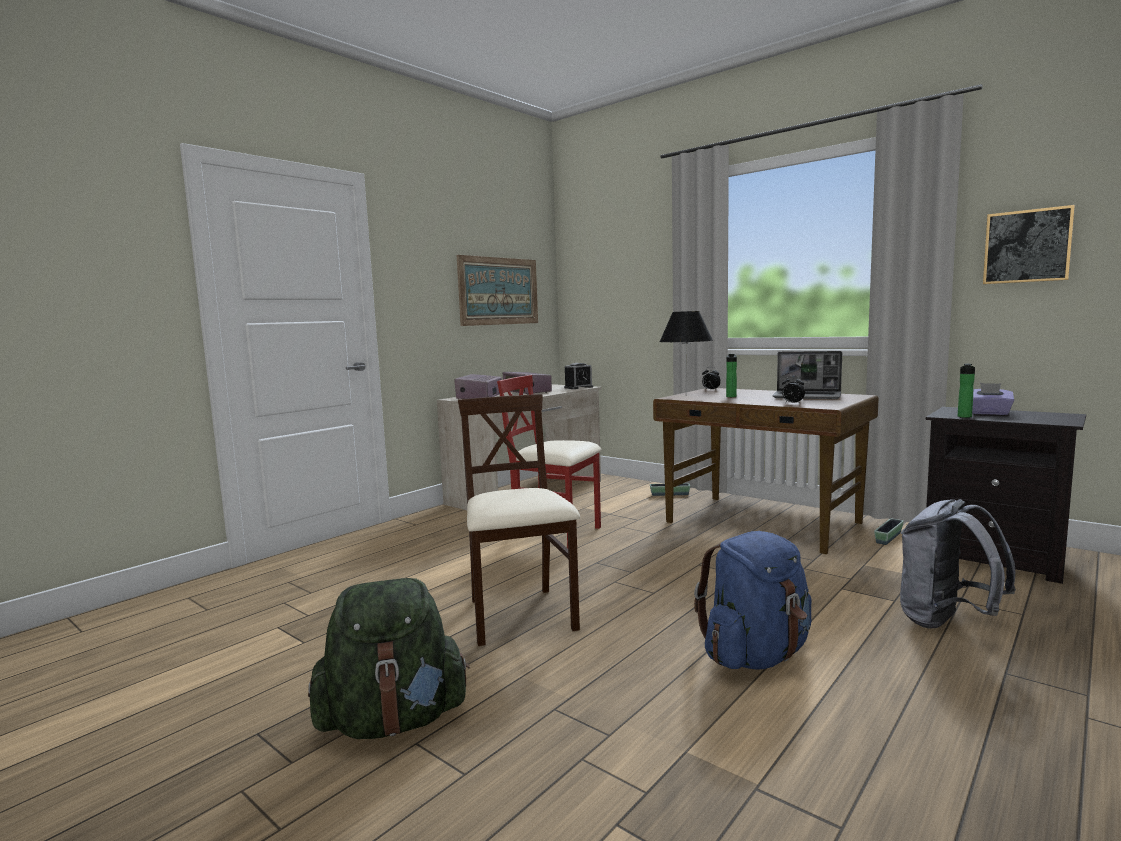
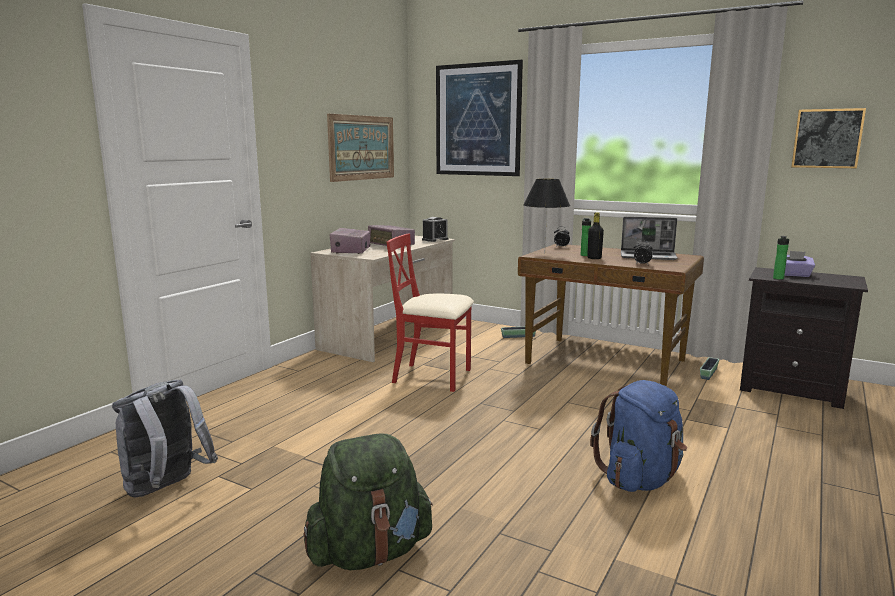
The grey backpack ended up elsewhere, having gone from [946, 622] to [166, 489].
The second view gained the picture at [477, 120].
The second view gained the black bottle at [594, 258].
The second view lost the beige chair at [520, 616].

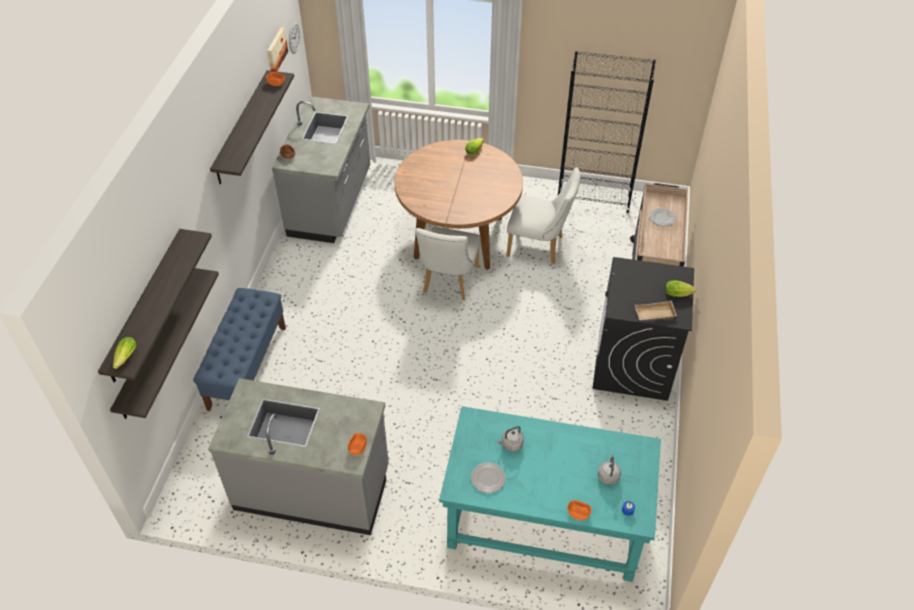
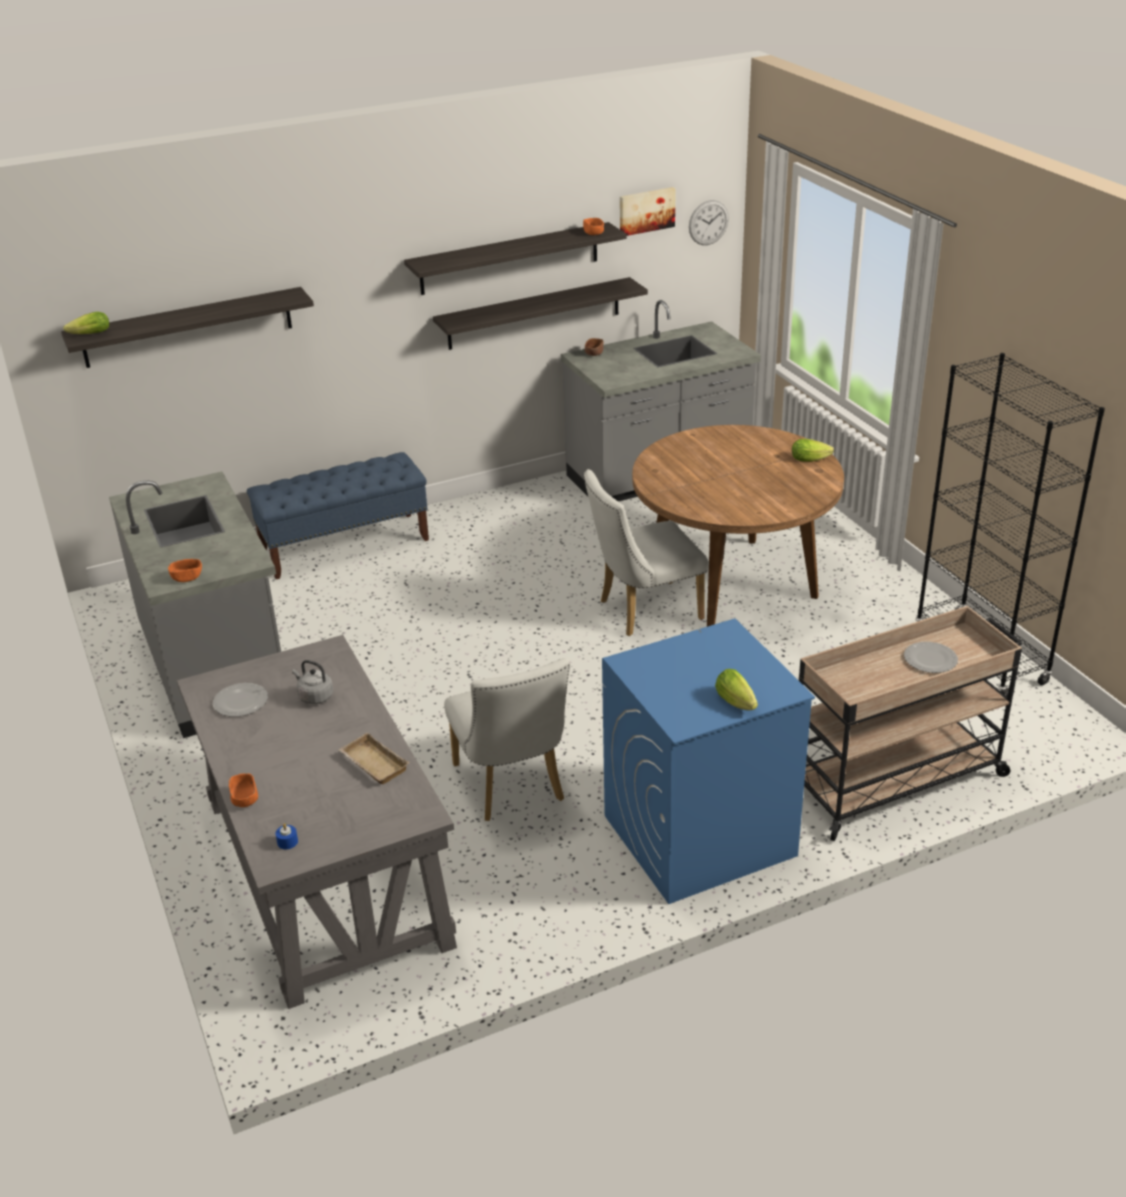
What was the turquoise desk at [545, 520] turned into the grey desk at [325, 872].
The beige tray ended up elsewhere, having gone from [654, 314] to [372, 764].
The shelf ended up elsewhere, having gone from [155, 343] to [534, 313].
The white chair ended up elsewhere, having gone from [539, 247] to [512, 788].
What was the black washing machine at [633, 364] turned into the blue washing machine at [698, 836].
The second view lost the grey kettle at [608, 475].

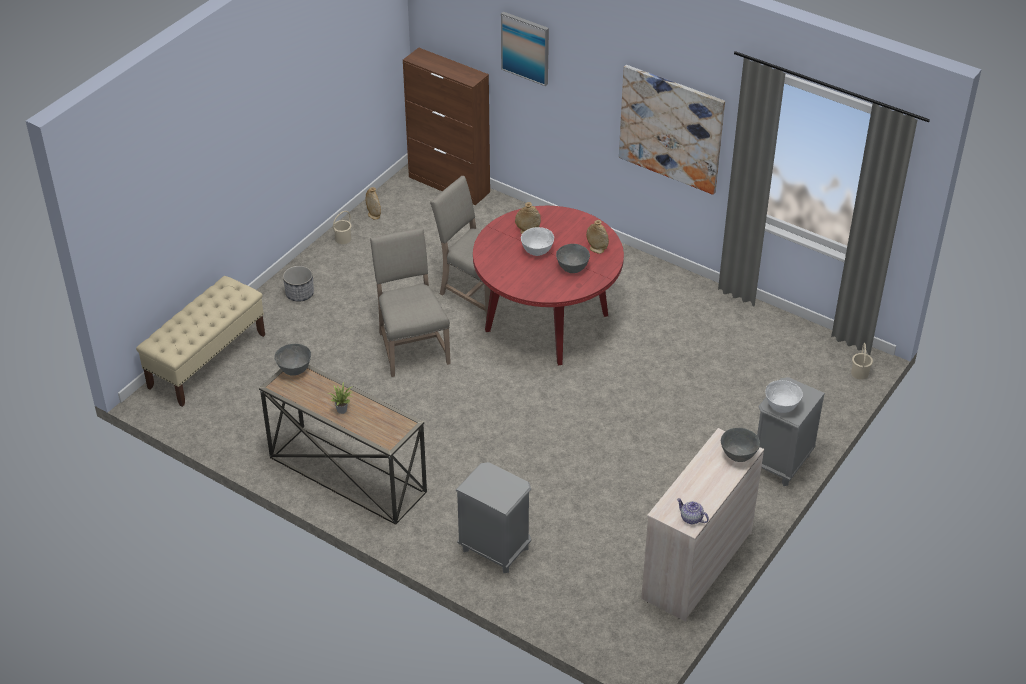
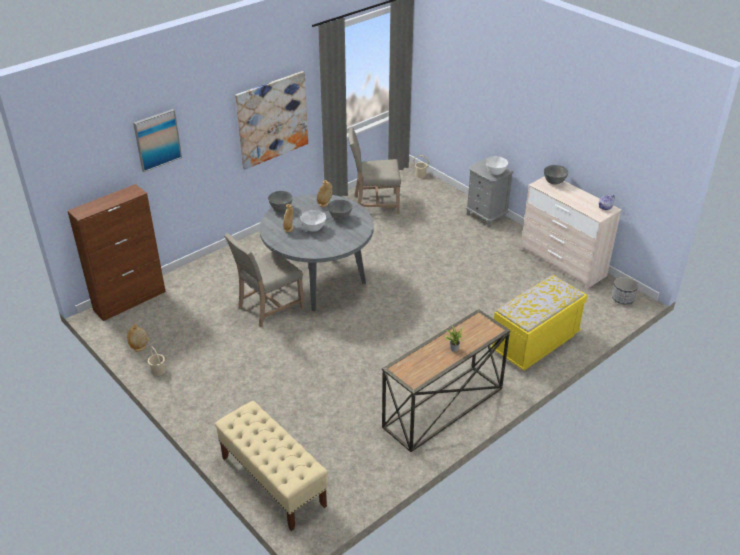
What was the red dining table at [546, 322] turned into the grey dining table at [319, 281].
The grey bowl ended up elsewhere, having gone from [294, 370] to [281, 208].
The beige chair ended up elsewhere, having gone from [411, 346] to [374, 203].
Where the grey nightstand stood at [494, 549], the yellow bench came to stand at [535, 343].
The planter ended up elsewhere, having gone from [299, 294] to [622, 299].

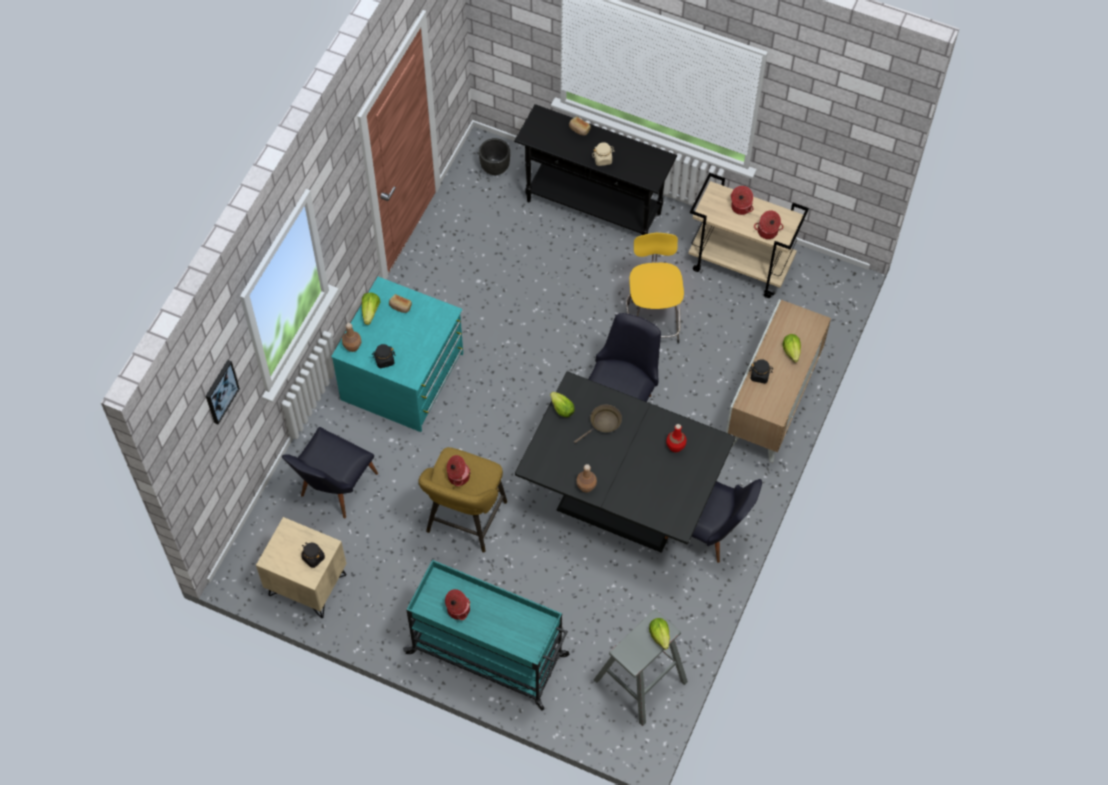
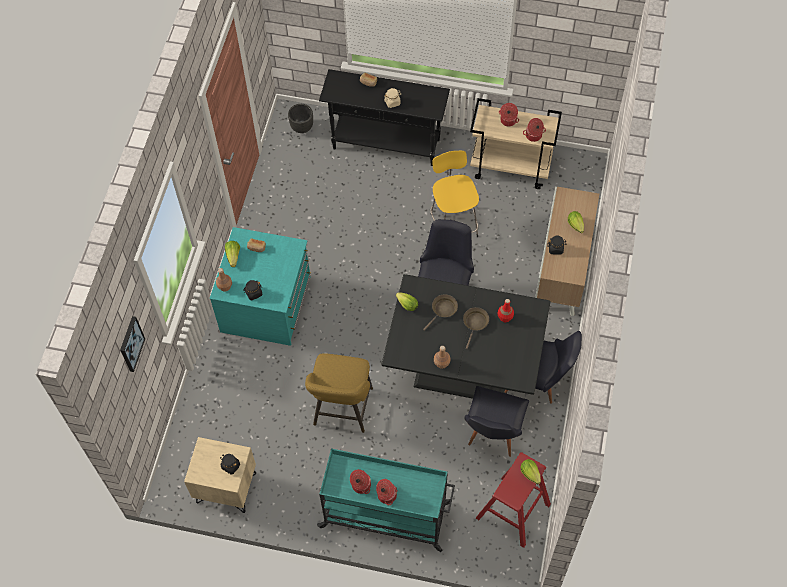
The cooking pot ended up elsewhere, having gone from [458, 476] to [386, 495].
The second view gained the brown frying pan at [475, 323].
The black chair ended up elsewhere, having gone from [333, 489] to [493, 434].
What was the grey stool at [640, 680] turned into the red stool at [513, 511].

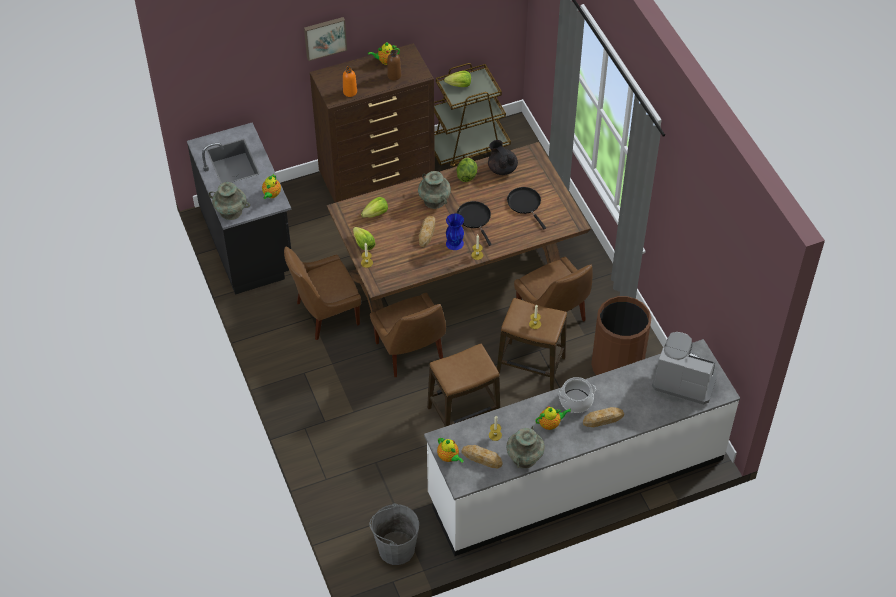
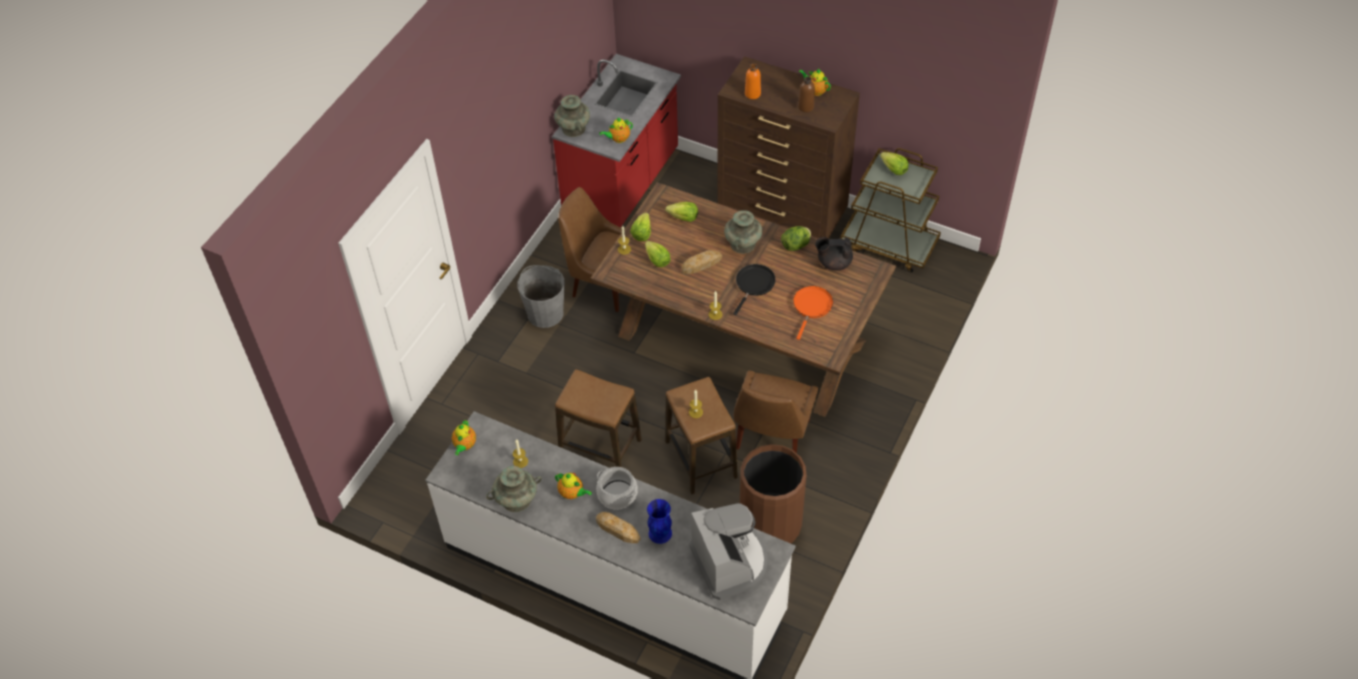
The grey bucket ended up elsewhere, having gone from [396, 548] to [545, 313].
What was the black counter at [248, 242] turned into the red counter at [623, 185].
The second view gained the lettuce at [657, 260].
The blue vase ended up elsewhere, having gone from [454, 243] to [660, 533].
What was the black frying pan at [525, 204] turned into the orange frying pan at [812, 307].
The black teapot at [502, 168] ended up facing another way, 105 degrees counterclockwise from before.
The second view lost the picture at [325, 37].
The second view lost the brown chair at [410, 353].
The second view lost the bread at [482, 458].

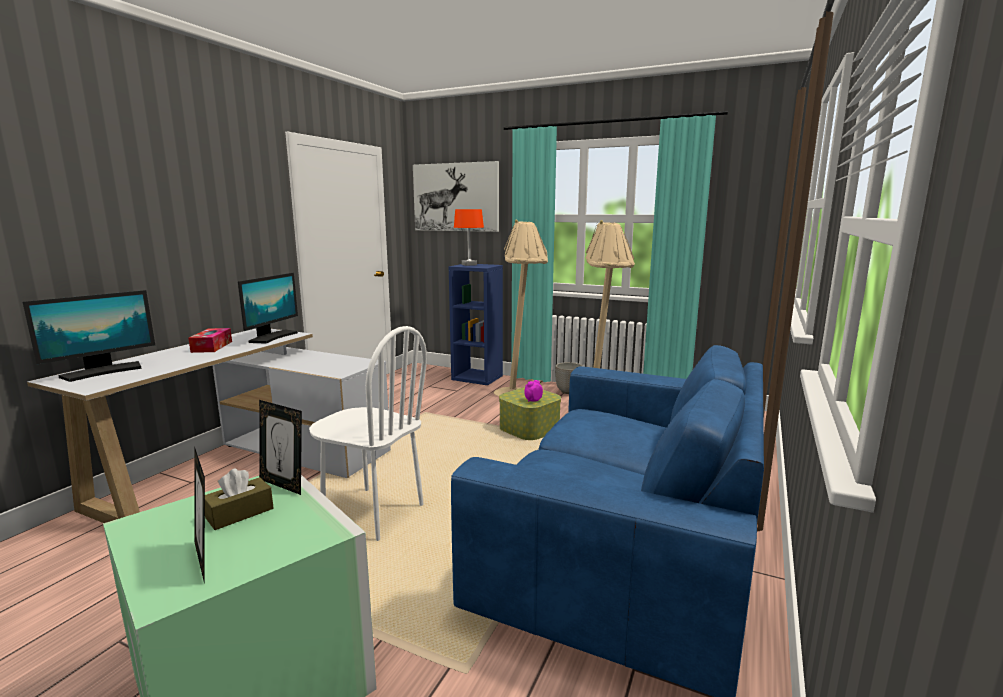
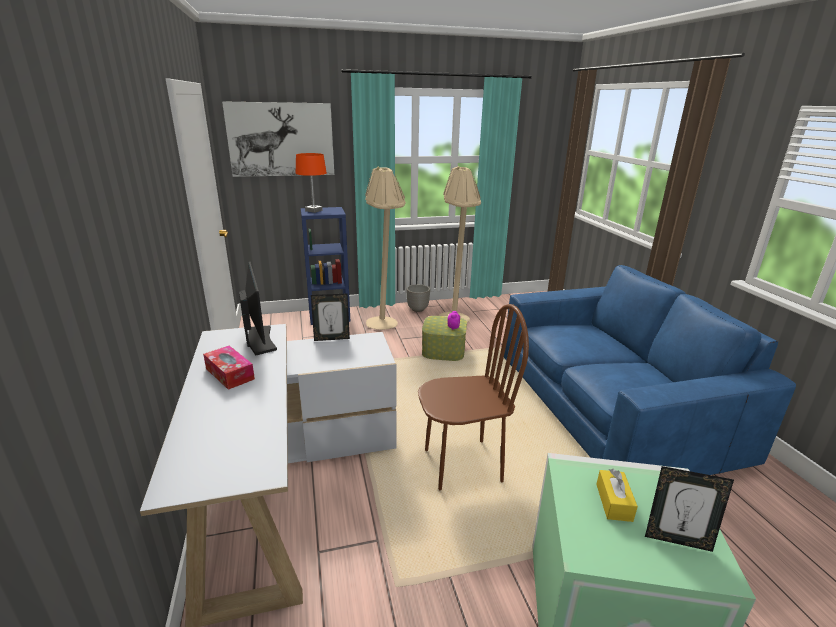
The picture frame ended up elsewhere, having gone from [284, 484] to [332, 338].
What was the white chair at [372, 513] turned into the brown chair at [462, 465].
What was the brown tissue box at [240, 513] turned into the yellow tissue box at [614, 502].
The second view lost the monitor at [102, 372].

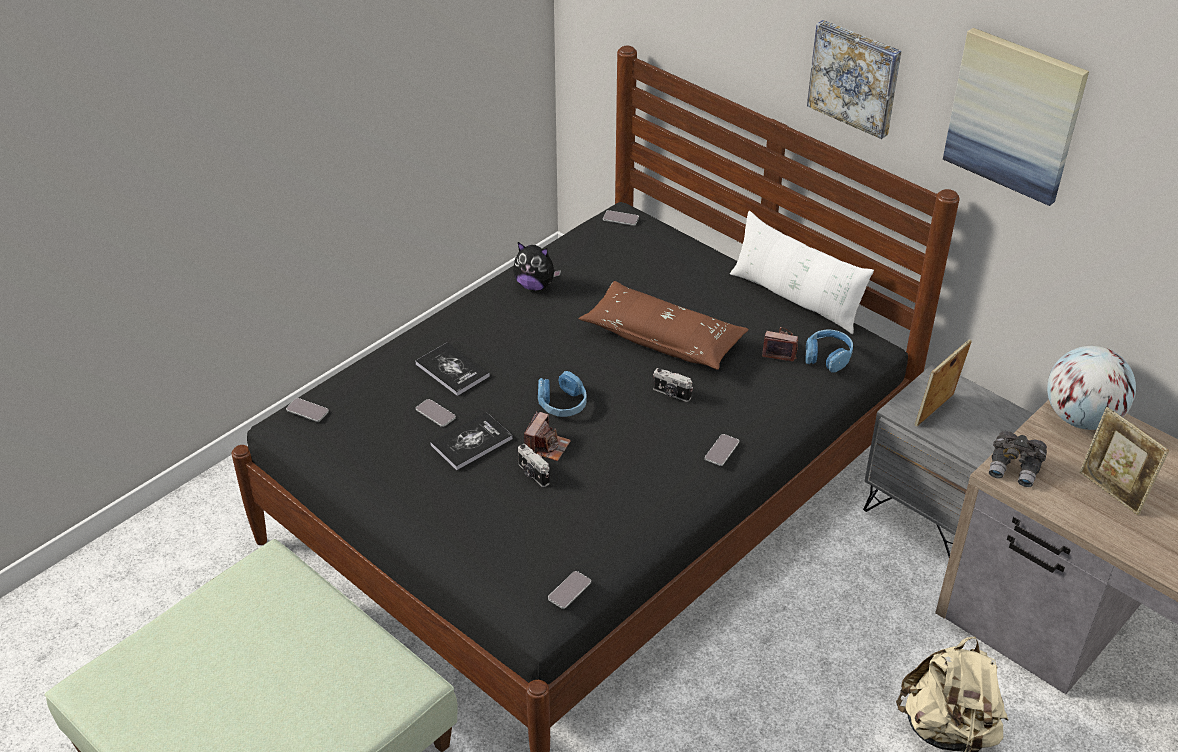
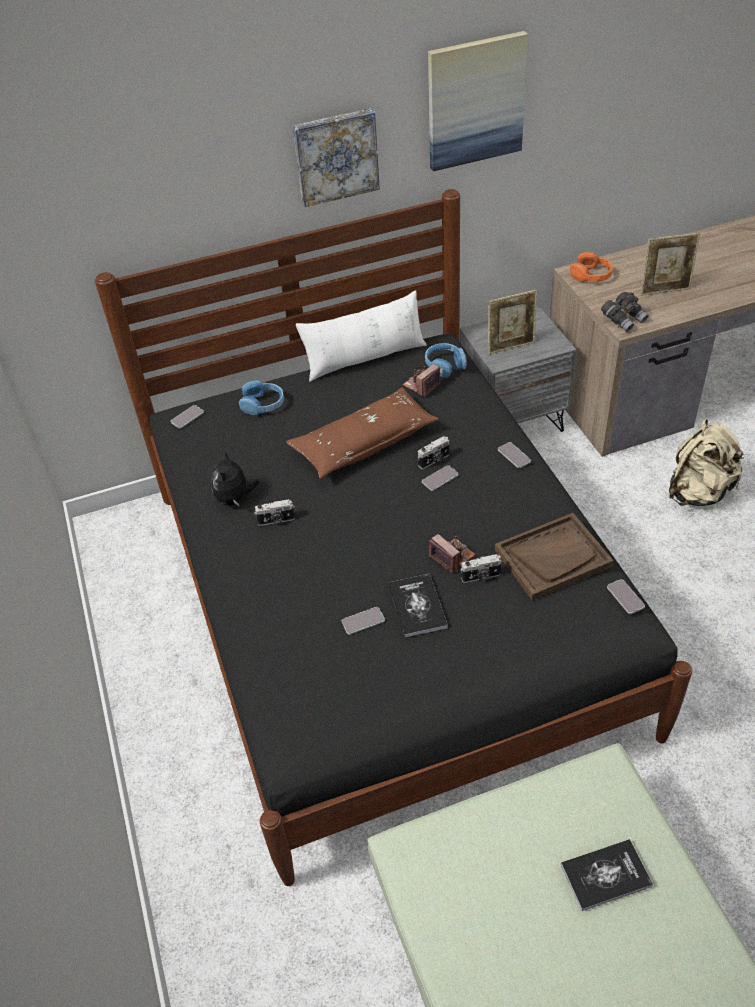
The plush toy at [535, 285] ended up facing another way, 135 degrees clockwise from before.
The blue headphones ended up elsewhere, having gone from [562, 404] to [263, 404].
The second view gained the photo camera at [276, 521].
The phone ended up elsewhere, having gone from [307, 410] to [440, 478].
The picture frame at [936, 412] ended up facing another way, 90 degrees counterclockwise from before.
The second view gained the brown tray at [553, 557].
The book ended up elsewhere, having gone from [452, 370] to [605, 875].
Where the globe stood at [1081, 418], the orange headphones came to stand at [591, 275].

